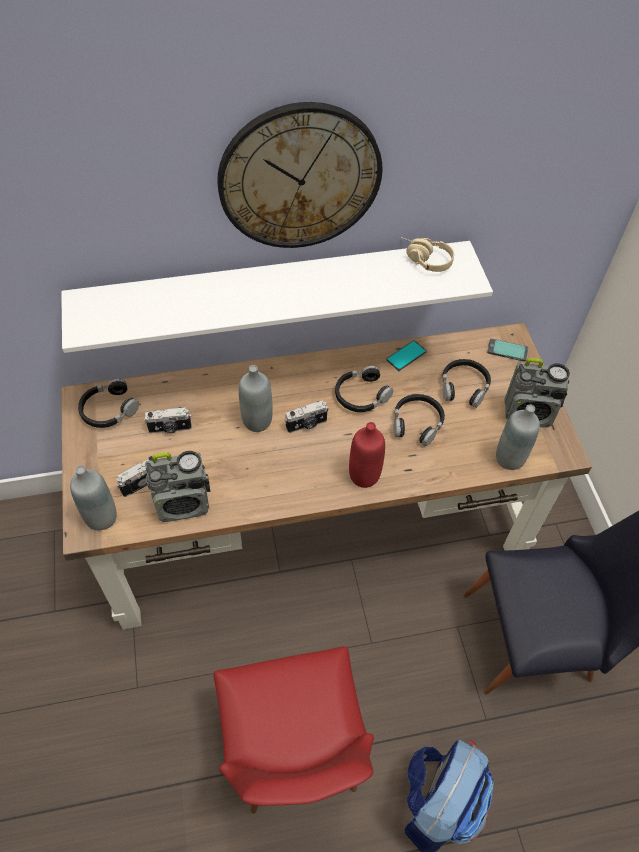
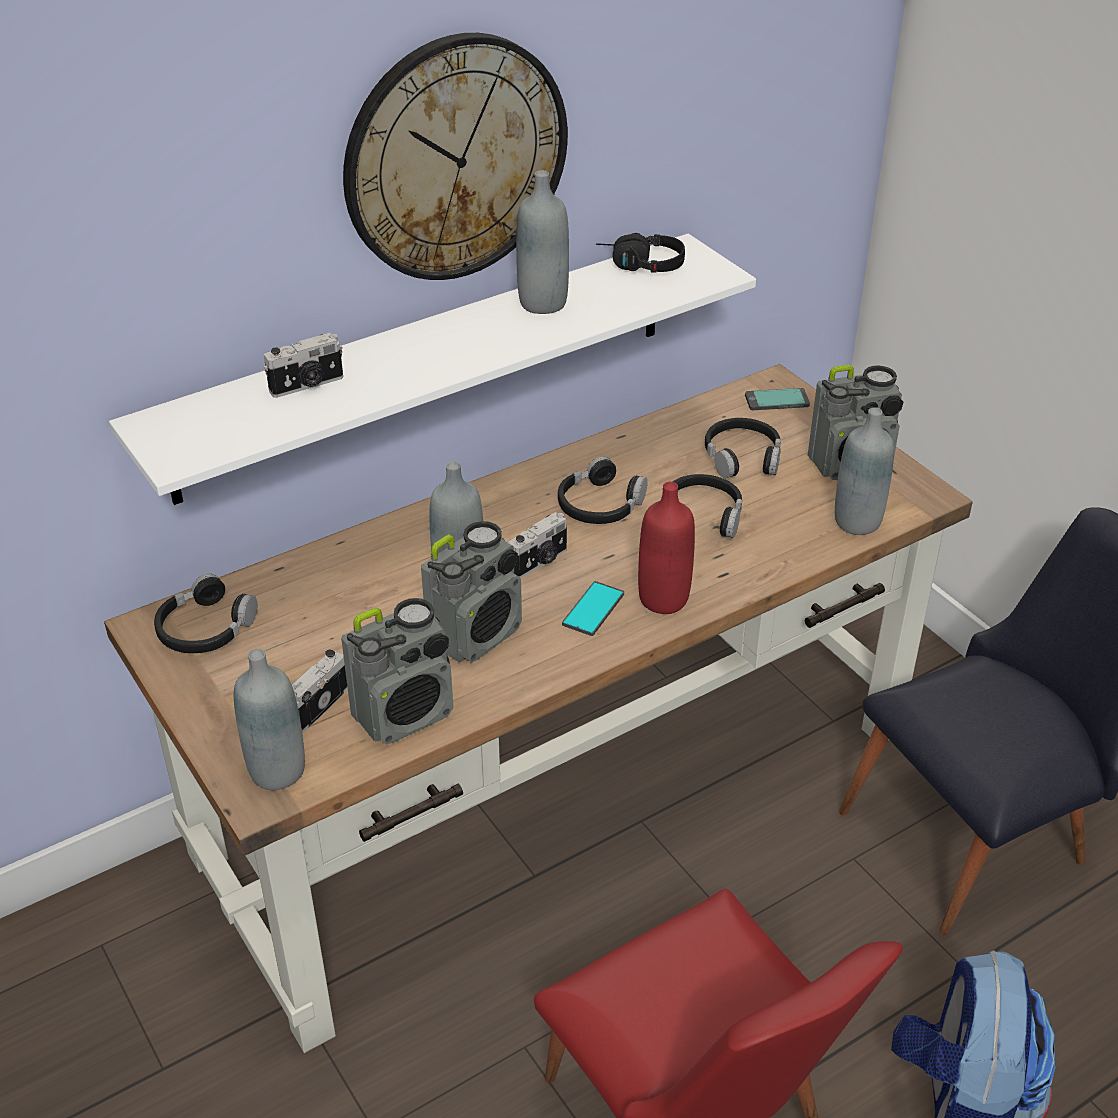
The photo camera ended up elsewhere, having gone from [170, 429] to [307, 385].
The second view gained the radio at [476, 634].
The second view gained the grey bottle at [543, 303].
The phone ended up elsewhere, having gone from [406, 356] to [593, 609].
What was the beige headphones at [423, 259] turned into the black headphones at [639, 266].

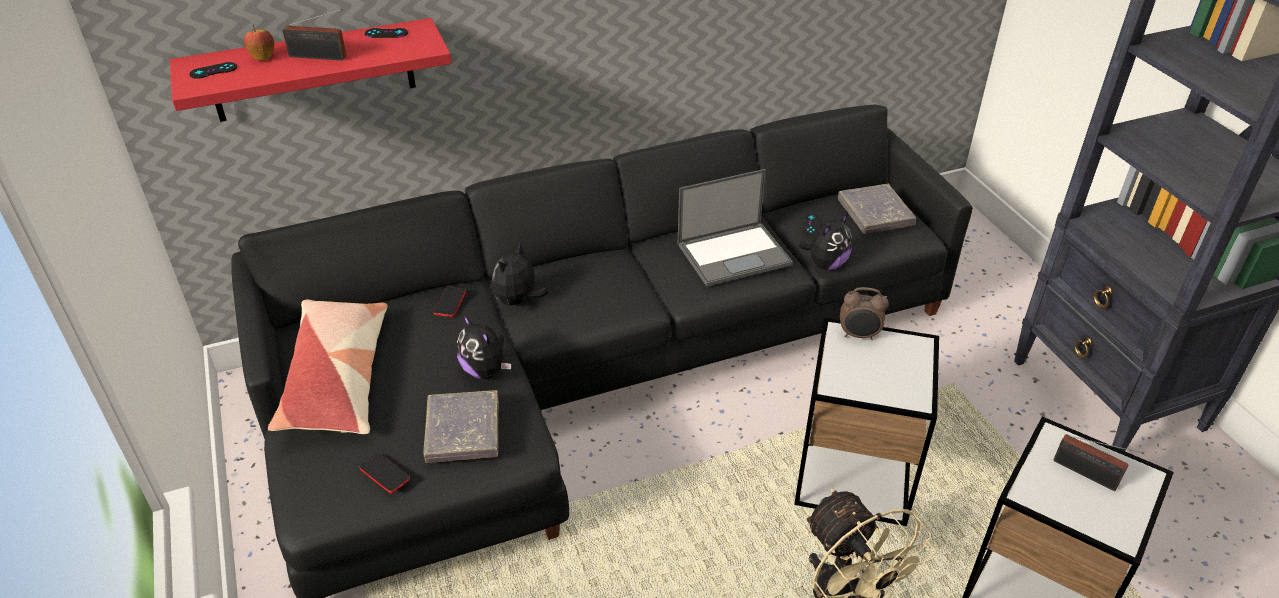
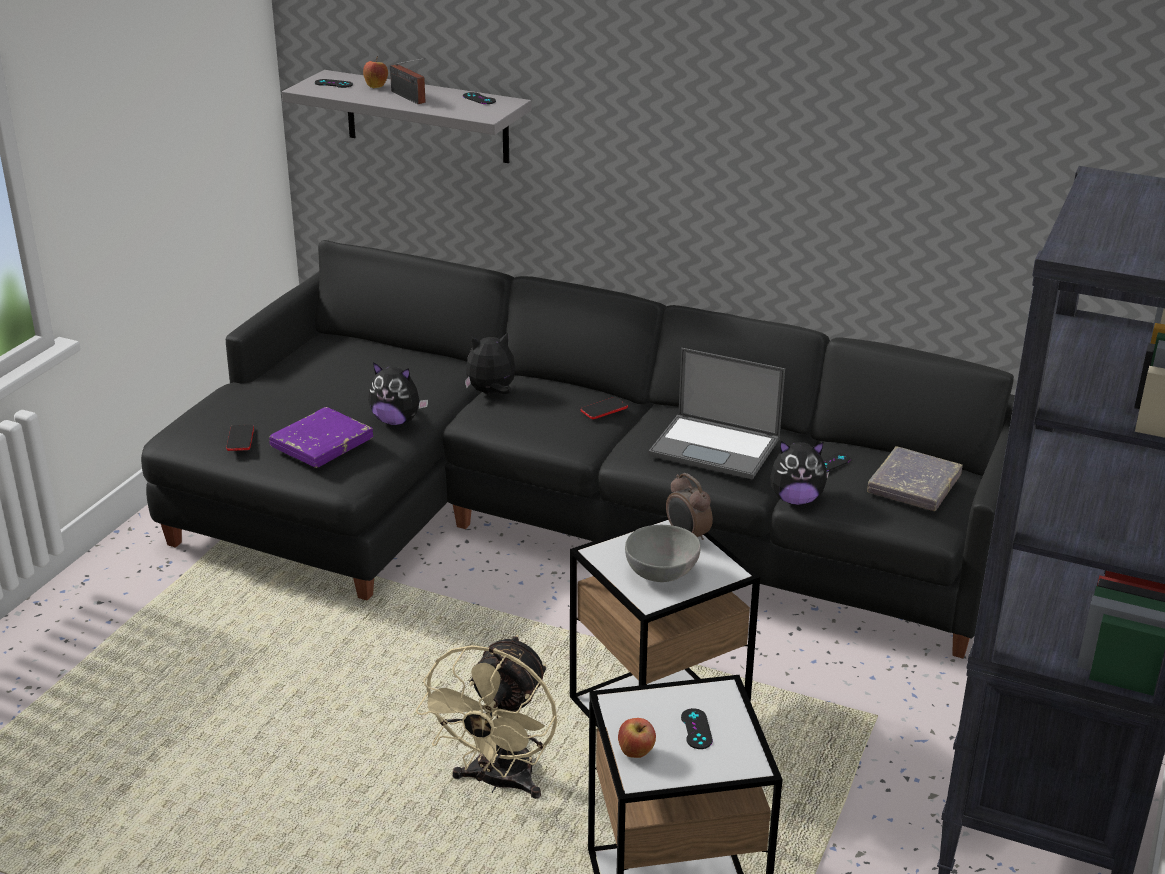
What was the grey book at [463, 430] turned into the purple book at [321, 443].
What was the red shelf at [312, 71] turned into the grey shelf at [426, 117].
The plush toy at [485, 370] ended up facing another way, 75 degrees counterclockwise from before.
The phone ended up elsewhere, having gone from [450, 302] to [604, 409].
The second view gained the apple at [636, 753].
The second view gained the grey bowl at [663, 574].
Where the radio stood at [1088, 475], the black game controller came to stand at [696, 729].
The second view lost the pillow at [337, 378].

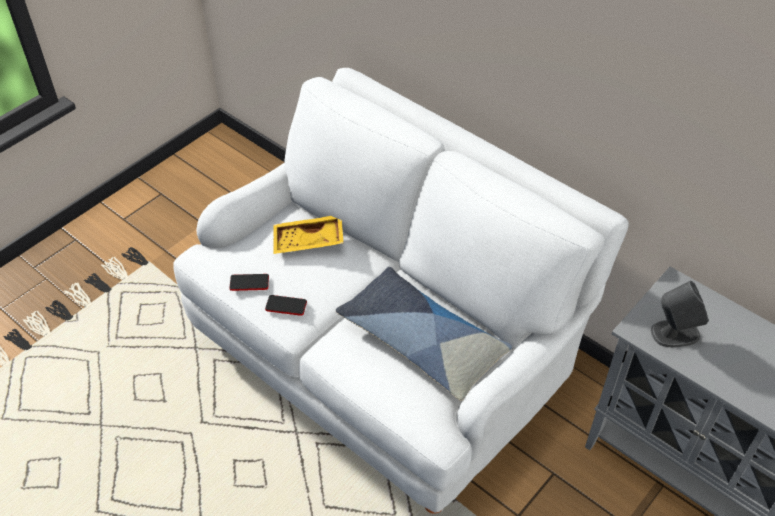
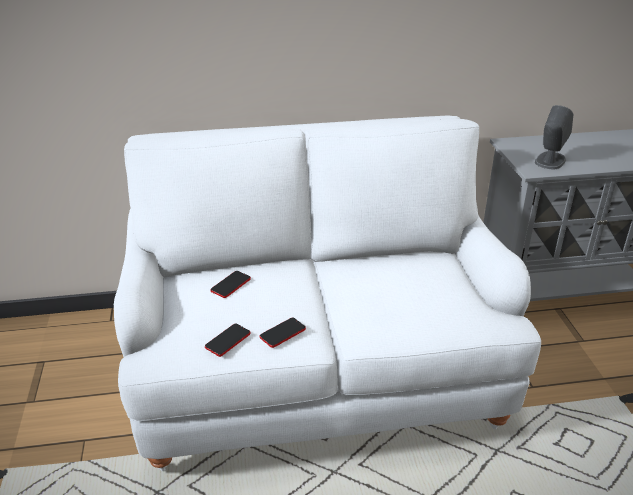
Where the yellow tray stood at [308, 242], the phone came to stand at [231, 285].
The second view lost the pillow at [422, 340].

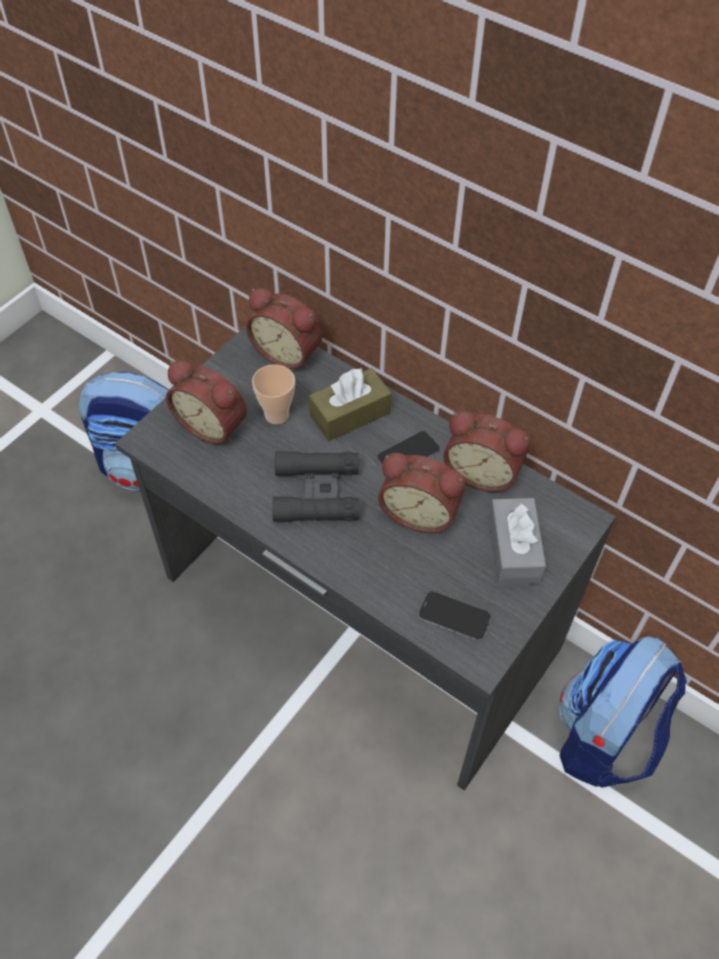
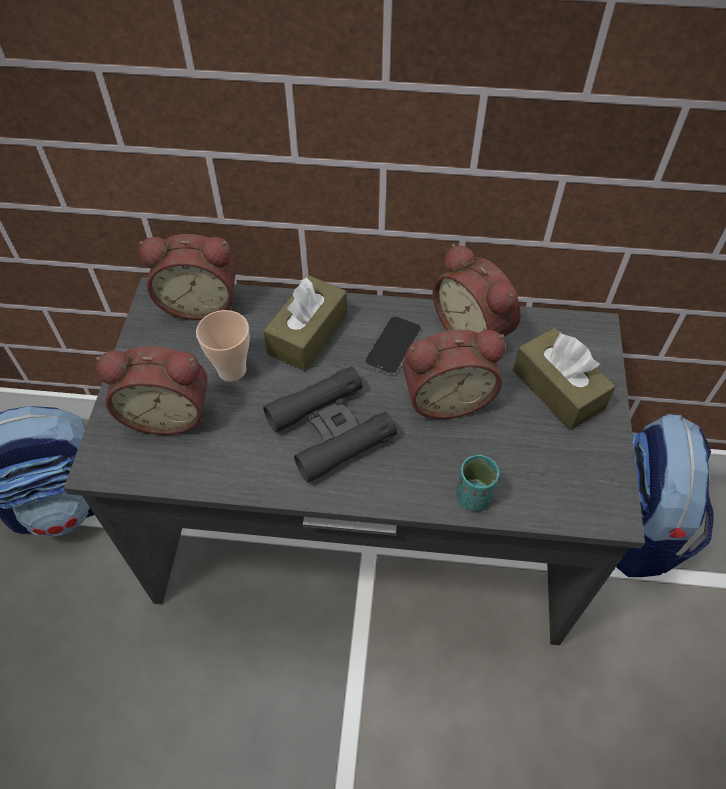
The alarm clock at [482, 471] ended up facing another way, 60 degrees clockwise from before.
The second view gained the turquoise cup at [473, 496].
What was the grey tissue box at [513, 550] turned into the brown tissue box at [557, 389].
The second view lost the phone at [454, 616].

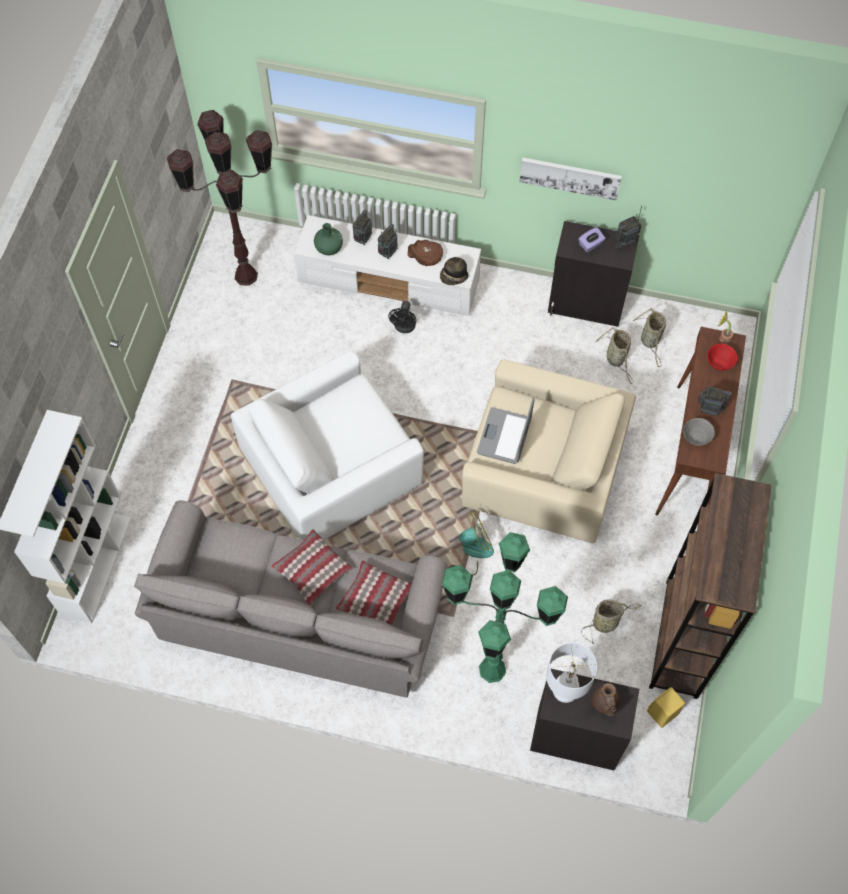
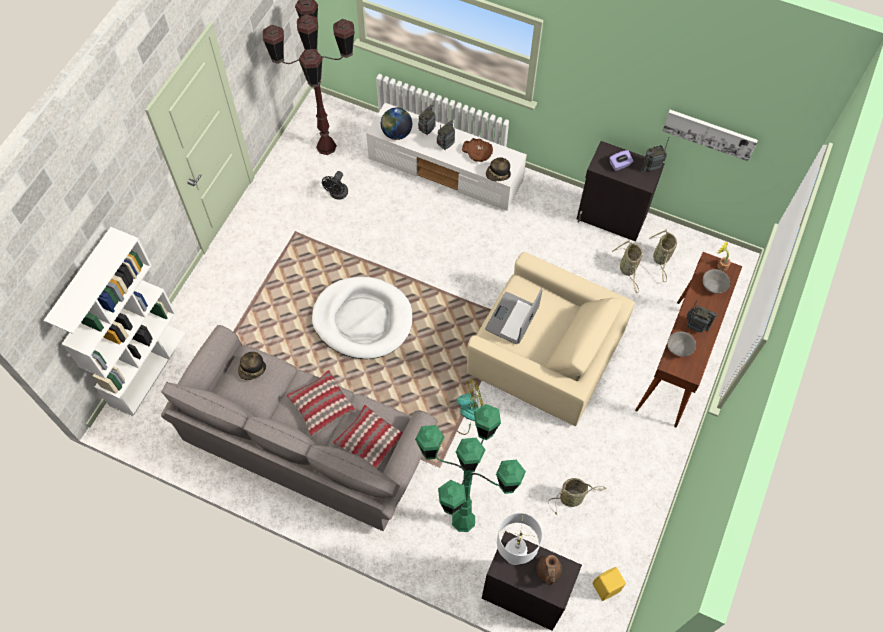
The second view gained the hat at [252, 370].
Where the white armchair stood at [331, 467], the white dog bed came to stand at [362, 319].
The black fan ended up elsewhere, having gone from [404, 328] to [337, 194].
Where the green vase stood at [329, 248], the globe came to stand at [396, 133].
The picture ended up elsewhere, having gone from [570, 177] to [709, 133].
What was the red bowl at [719, 363] turned into the grey bowl at [713, 286].
The second view lost the brown bookcase at [681, 639].

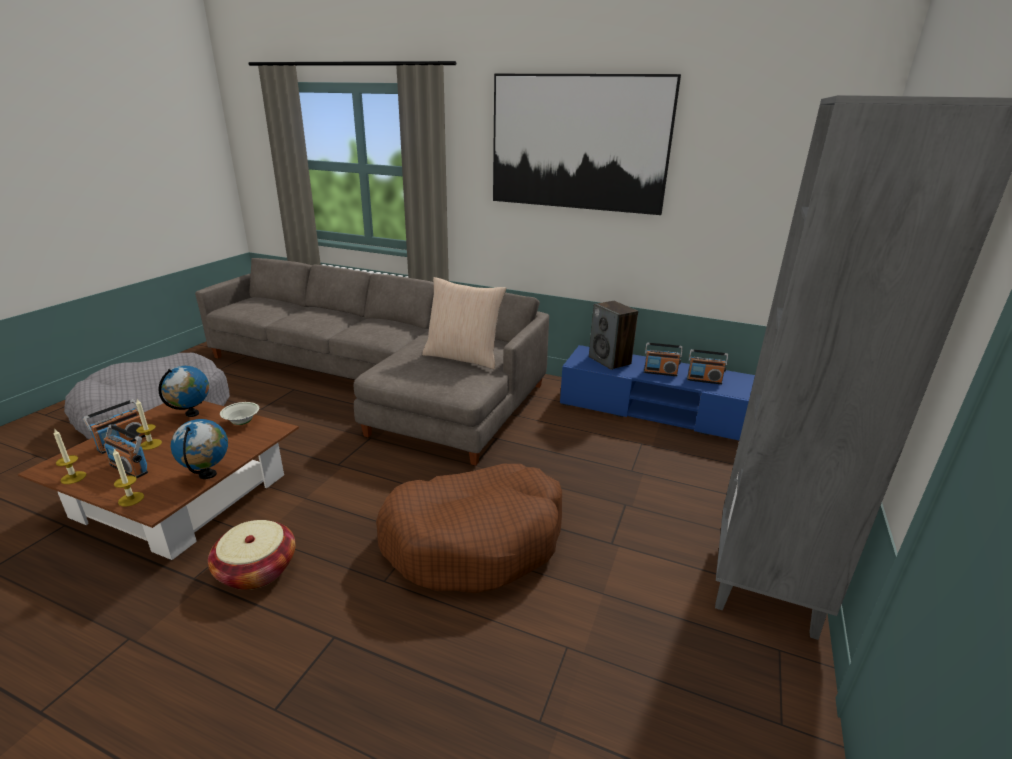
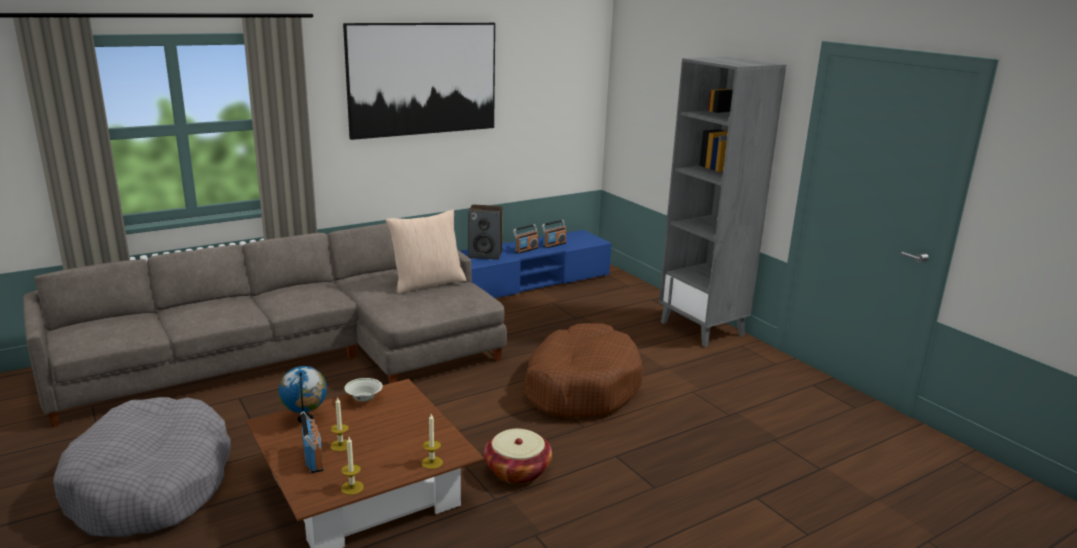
The second view lost the radio at [129, 468].
The second view lost the globe at [208, 475].

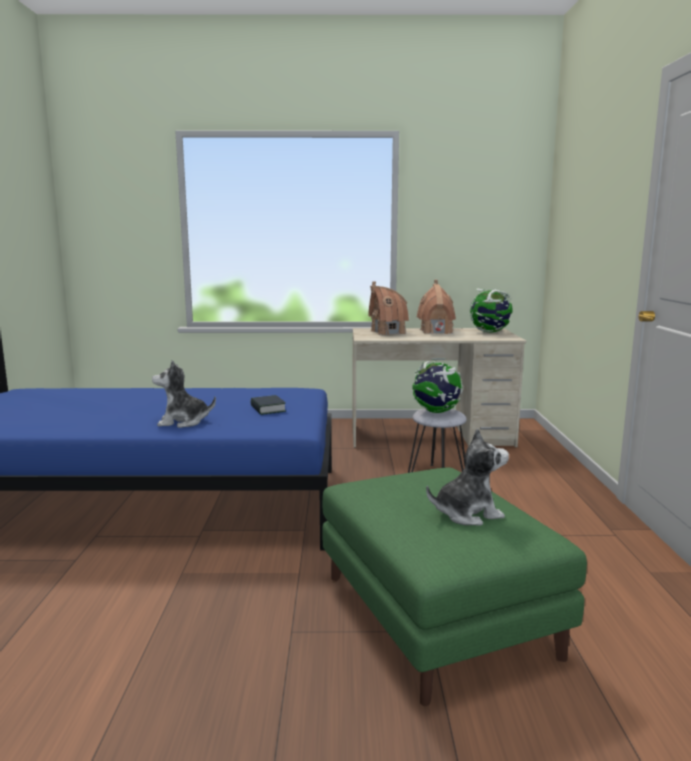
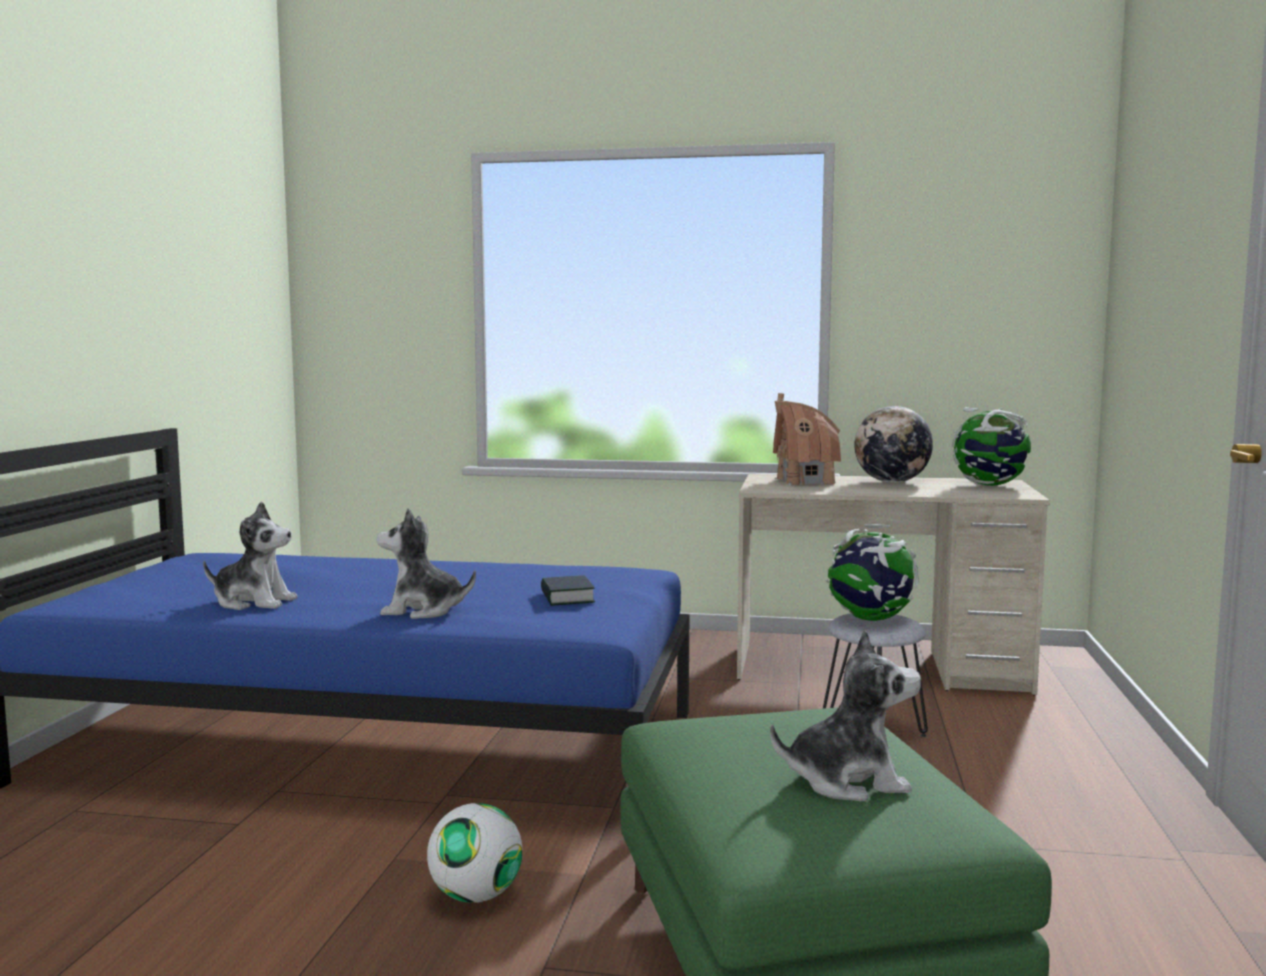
The second view gained the plush toy at [254, 602].
The second view gained the football at [475, 896].
Where the toy house stood at [436, 331], the globe came to stand at [892, 482].

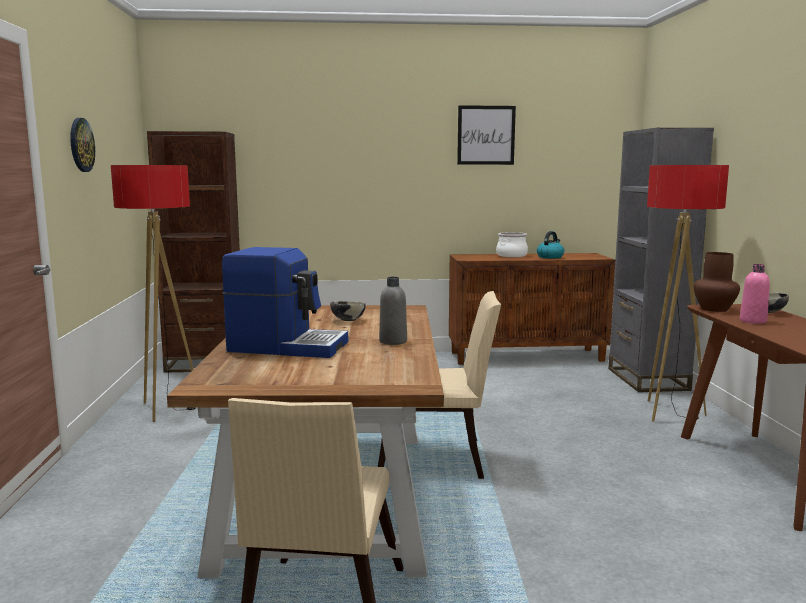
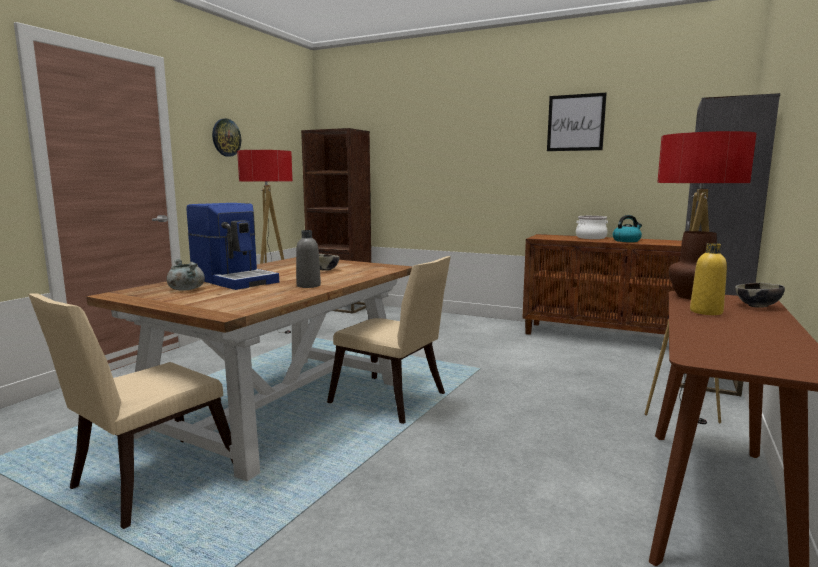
The second view gained the grey cooking pot at [185, 289].
What was the pink bottle at [753, 321] turned into the yellow bottle at [706, 312].

